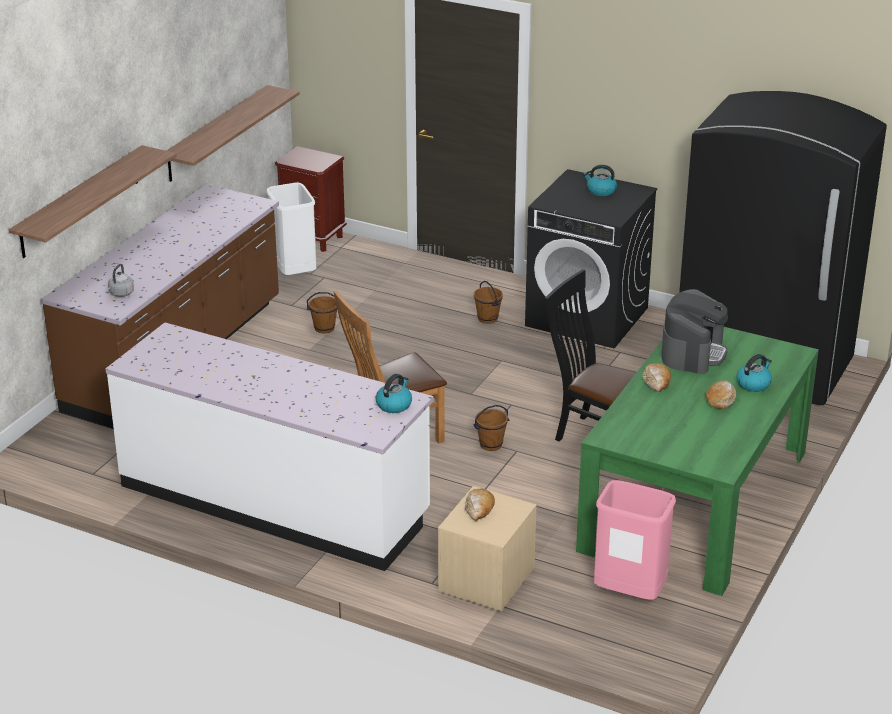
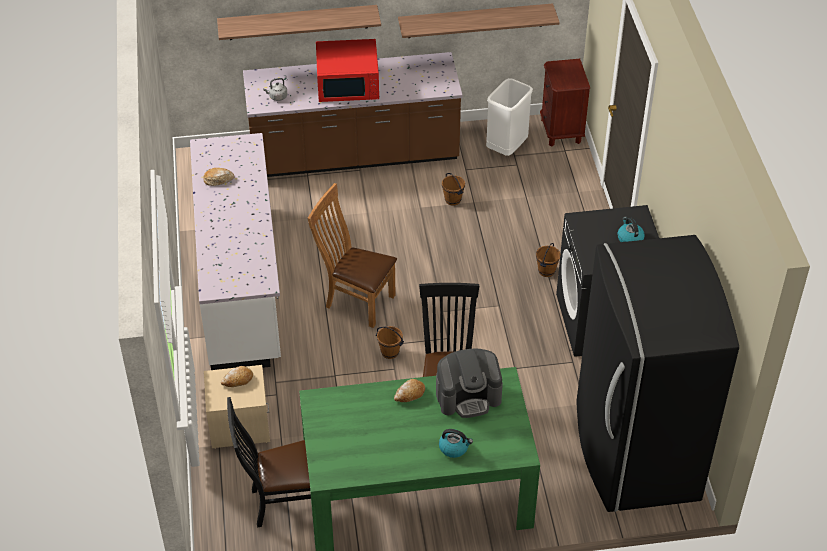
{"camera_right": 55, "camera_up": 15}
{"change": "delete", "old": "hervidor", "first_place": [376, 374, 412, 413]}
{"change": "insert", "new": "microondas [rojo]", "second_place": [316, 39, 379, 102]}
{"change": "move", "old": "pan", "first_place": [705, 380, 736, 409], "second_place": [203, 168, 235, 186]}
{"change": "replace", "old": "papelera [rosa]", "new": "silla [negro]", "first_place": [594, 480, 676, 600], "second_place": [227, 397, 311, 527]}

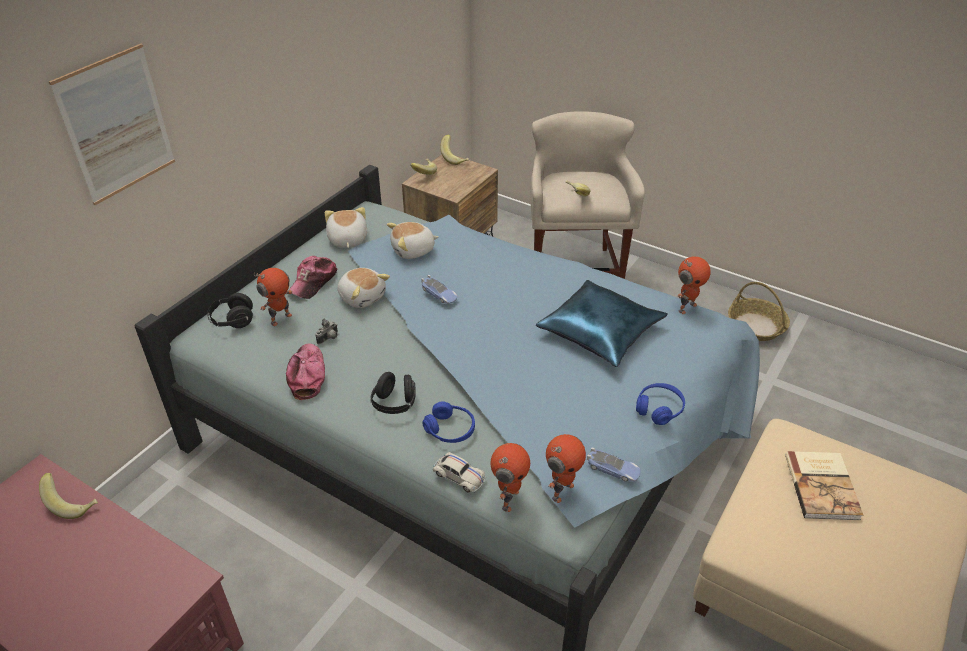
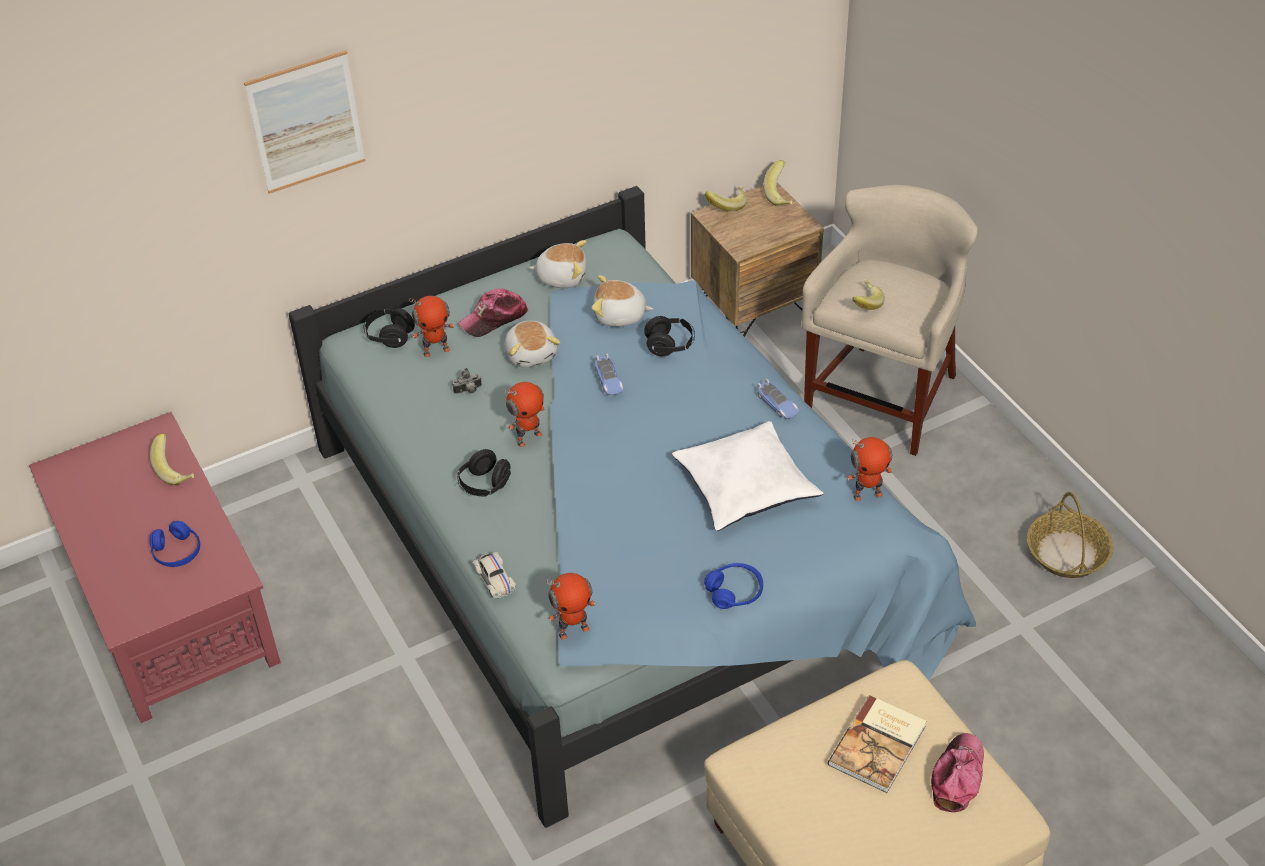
{"camera_right": 30, "camera_up": 5}
{"change": "insert", "new": "auriculares [negro]", "second_place": [644, 316, 695, 356]}
{"change": "move", "old": "gorra", "first_place": [286, 344, 325, 400], "second_place": [931, 733, 984, 812]}
{"change": "move", "old": "auriculares [azul]", "first_place": [422, 401, 475, 443], "second_place": [150, 521, 200, 567]}
{"change": "move", "old": "robot de juguete", "first_place": [490, 443, 530, 512], "second_place": [505, 382, 545, 447]}
{"change": "move", "old": "coche de juguete", "first_place": [587, 447, 640, 482], "second_place": [757, 379, 799, 419]}
{"change": "recolor", "old": "cojín [azul]", "new": "cojín [blanco]", "first_place": [536, 280, 668, 367], "second_place": [672, 421, 824, 531]}
{"change": "rotate", "old": "peluche", "first_place": [325, 207, 367, 248], "second_place": [529, 240, 587, 288], "degrees": 75}

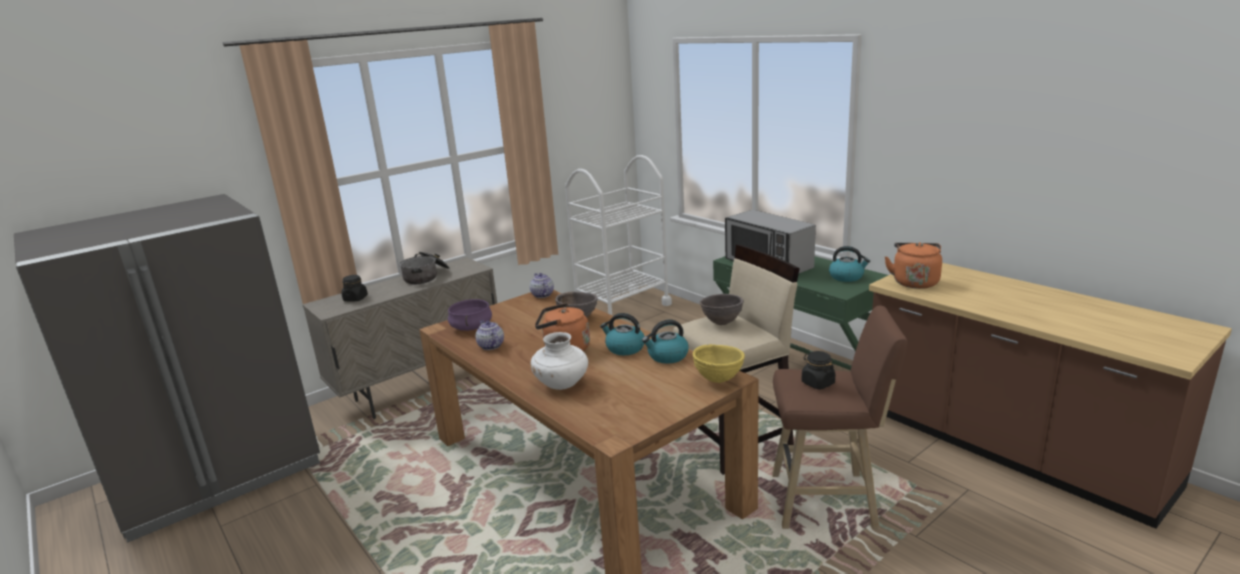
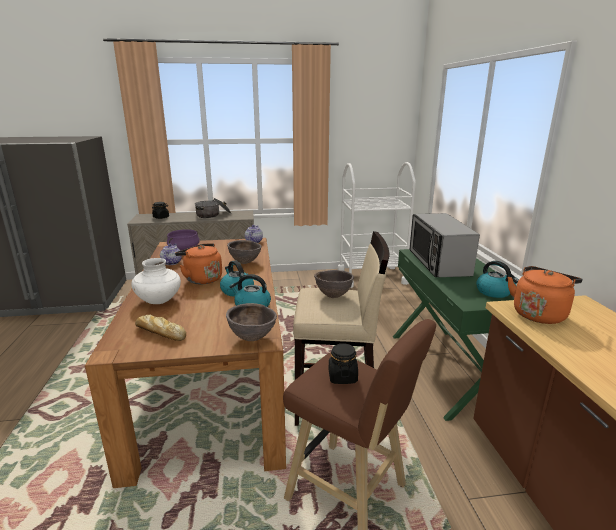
{"camera_right": 30, "camera_up": 0}
{"change": "insert", "new": "pan", "second_place": [135, 314, 186, 341]}
{"change": "recolor", "old": "cuenco [amarillo]", "new": "cuenco [marrón]", "first_place": [693, 344, 745, 383], "second_place": [226, 303, 277, 341]}

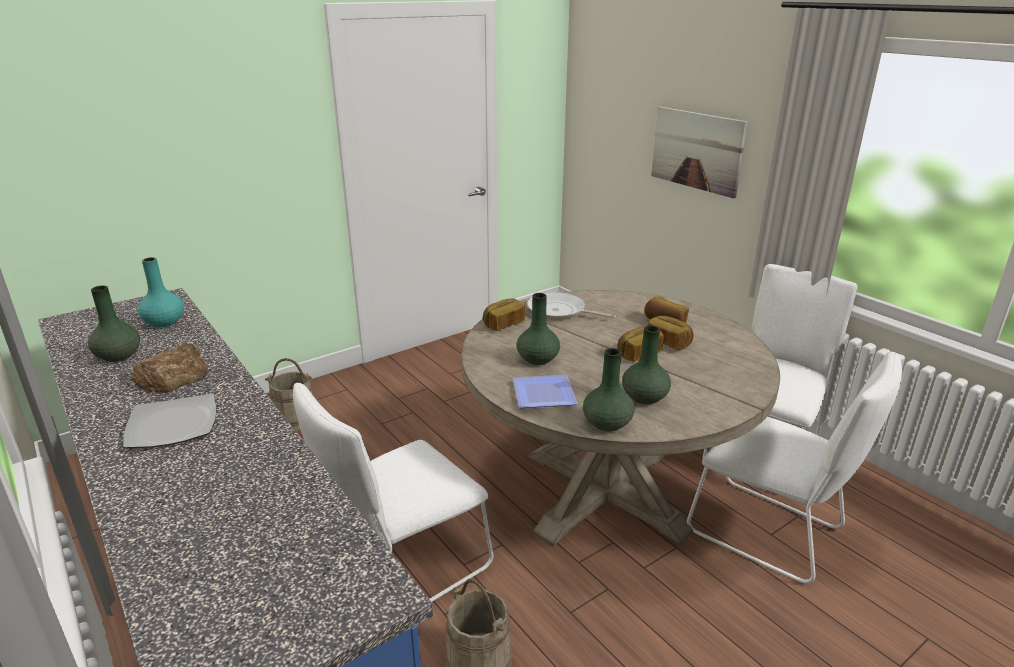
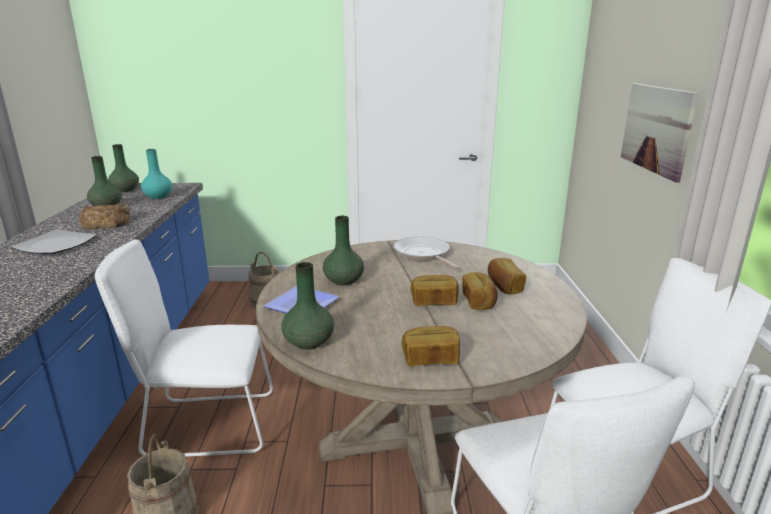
{"camera_right": 35, "camera_up": -5}
{"change": "move", "old": "pan", "first_place": [483, 298, 525, 331], "second_place": [402, 326, 460, 366]}
{"change": "move", "old": "florero [verde]", "first_place": [622, 326, 671, 404], "second_place": [108, 144, 139, 192]}

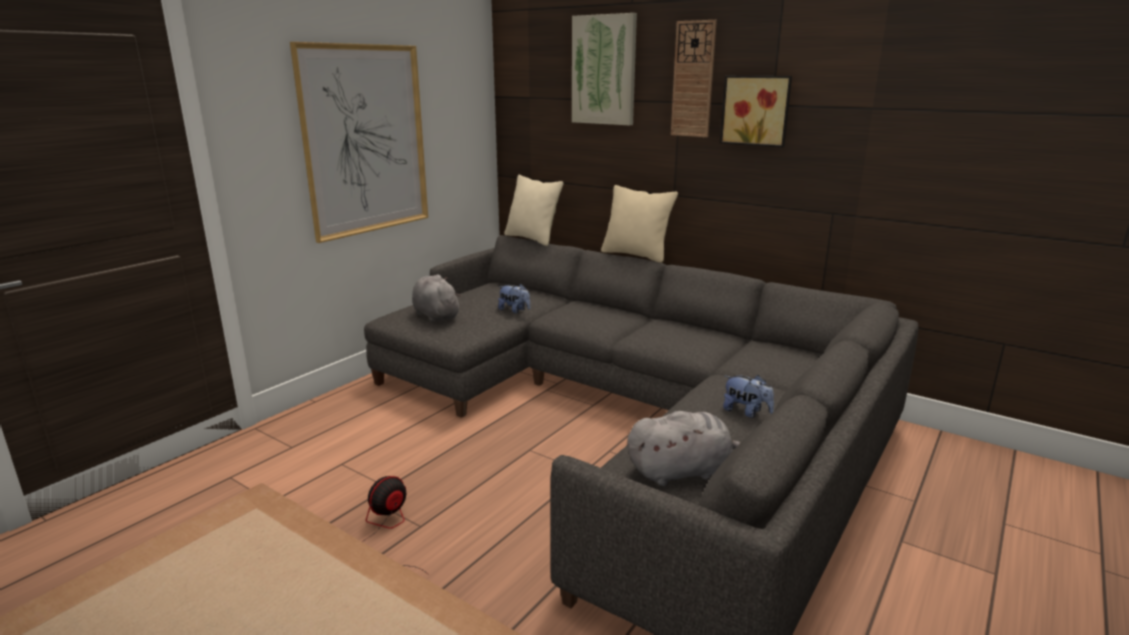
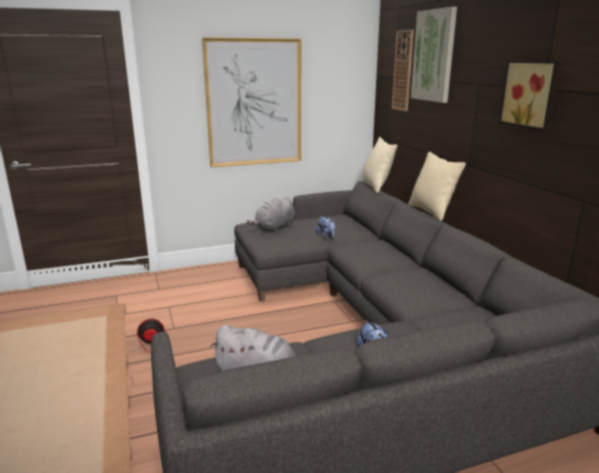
{"camera_right": 35, "camera_up": 0}
{"change": "move", "old": "reloj de pared", "first_place": [671, 20, 717, 137], "second_place": [392, 30, 414, 111]}
{"change": "rotate", "old": "peluche [gris]", "first_place": [412, 274, 462, 322], "second_place": [247, 197, 295, 232], "degrees": -135}

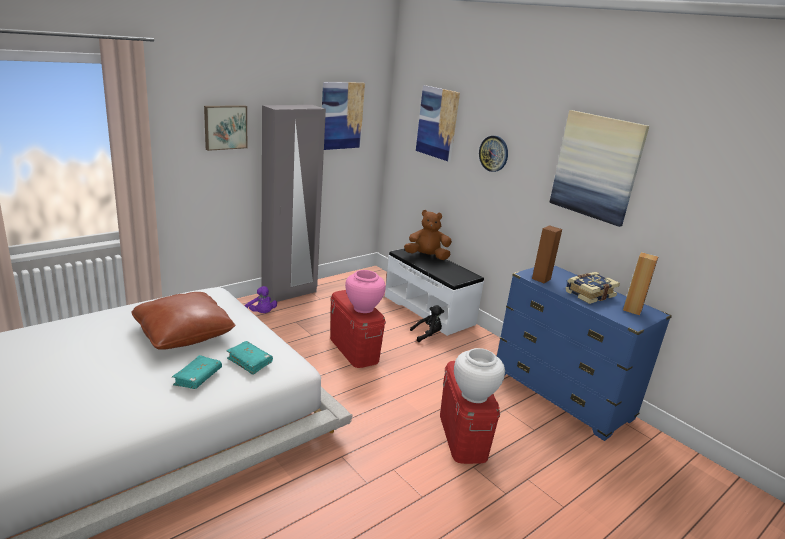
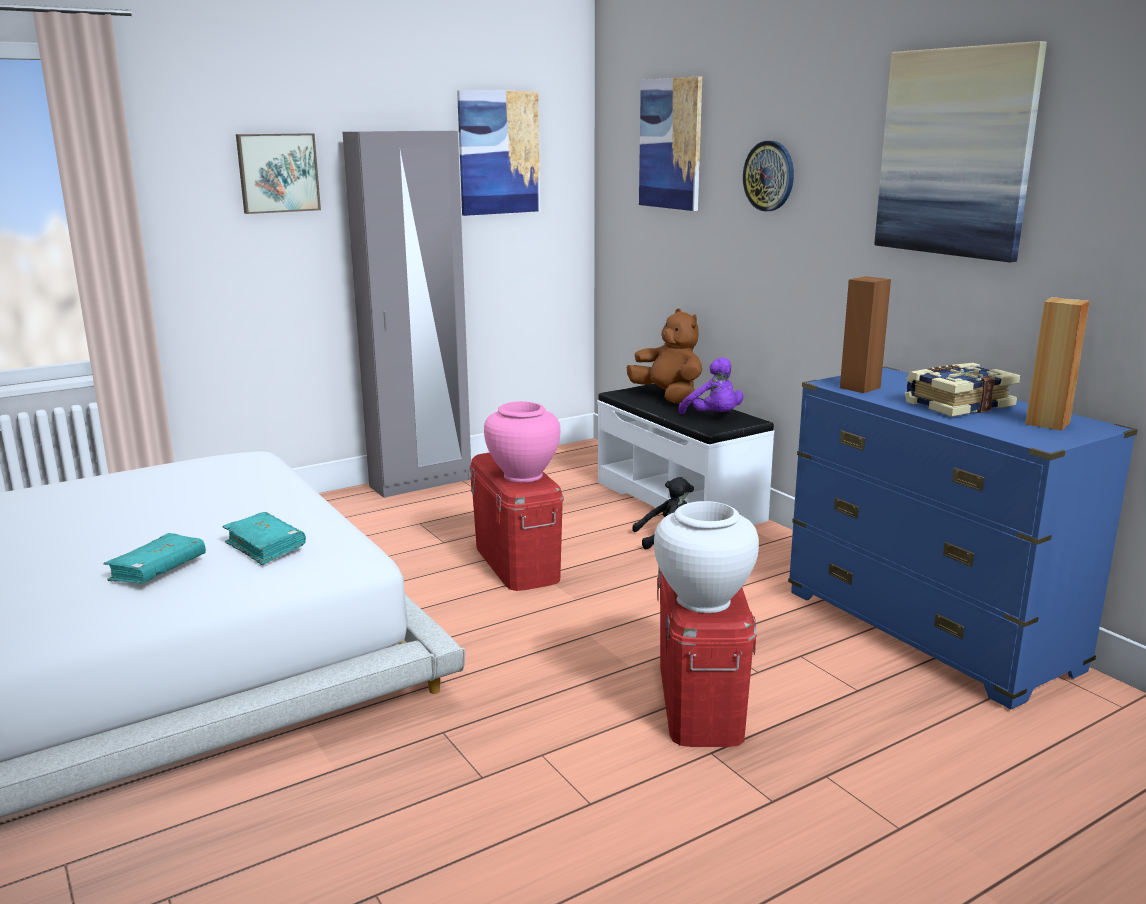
{"camera_right": 10, "camera_up": -5}
{"change": "delete", "old": "cojín [marrón]", "first_place": [132, 292, 236, 350]}
{"change": "move", "old": "peluche [morado]", "first_place": [244, 286, 277, 313], "second_place": [679, 357, 743, 414]}
{"change": "rotate", "old": "peluche [marrón]", "first_place": [404, 210, 452, 260], "second_place": [627, 309, 702, 404], "degrees": 45}

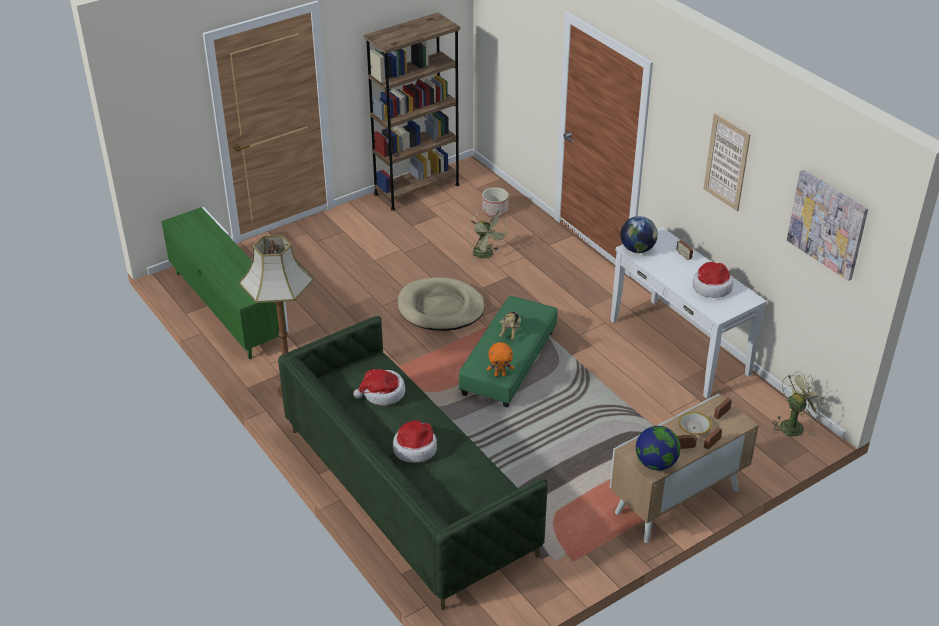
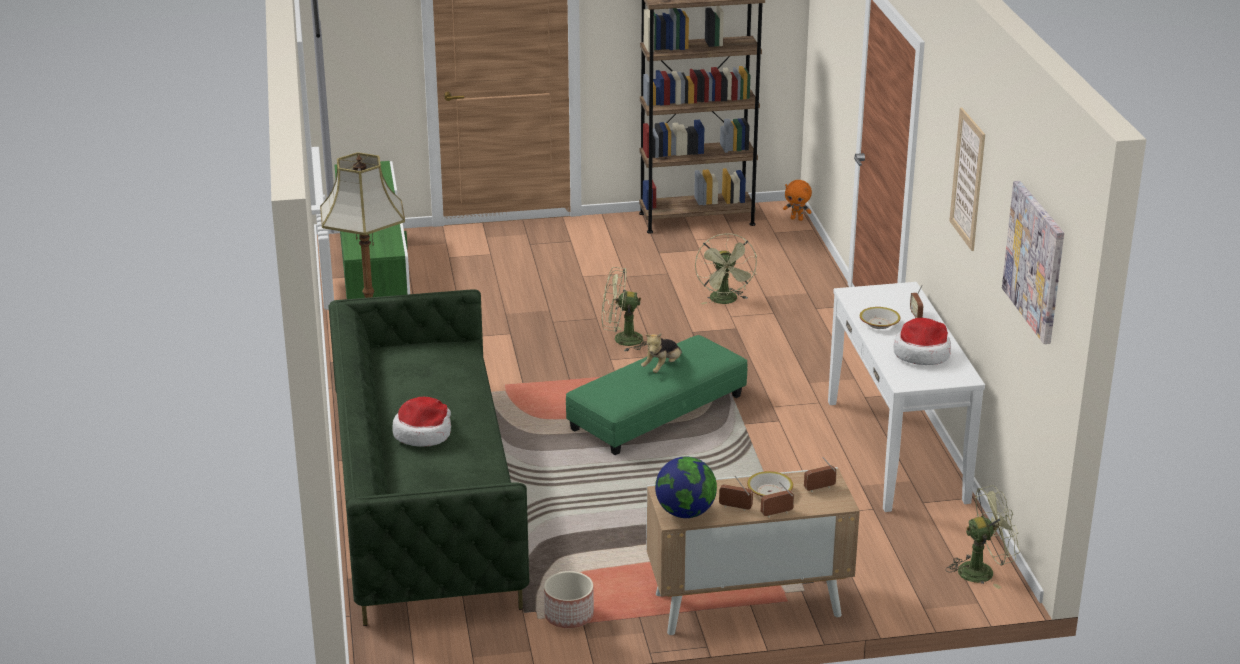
{"camera_right": 25, "camera_up": -10}
{"change": "delete", "old": "sombrero", "first_place": [353, 369, 405, 406]}
{"change": "delete", "old": "globo terráqueo", "first_place": [620, 216, 658, 253]}
{"change": "insert", "new": "cuenco", "second_place": [860, 307, 900, 329]}
{"change": "move", "old": "maceta", "first_place": [482, 188, 509, 217], "second_place": [544, 571, 594, 628]}
{"change": "move", "old": "peluche [naranja]", "first_place": [487, 342, 514, 377], "second_place": [783, 180, 812, 221]}
{"change": "replace", "old": "cama para perro [beis]", "new": "ventilador [verde]", "first_place": [398, 277, 485, 331], "second_place": [602, 267, 647, 351]}

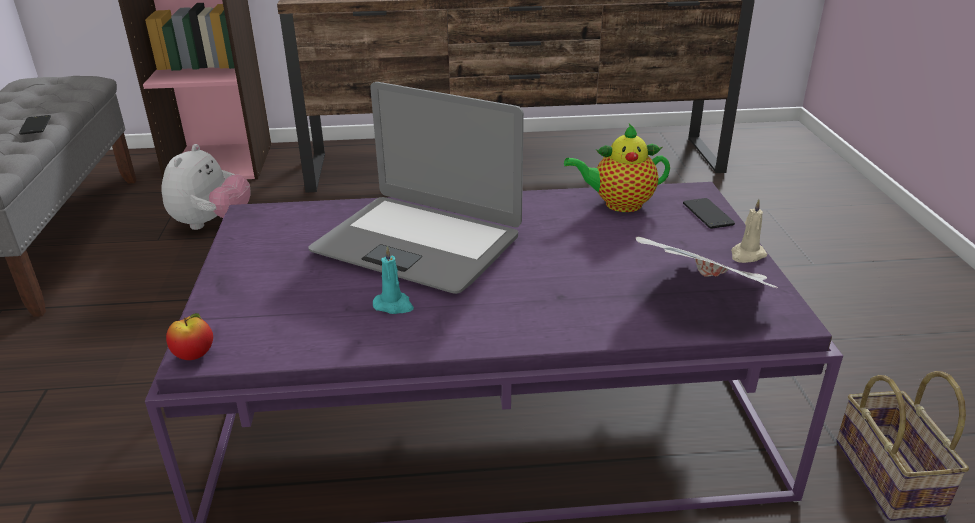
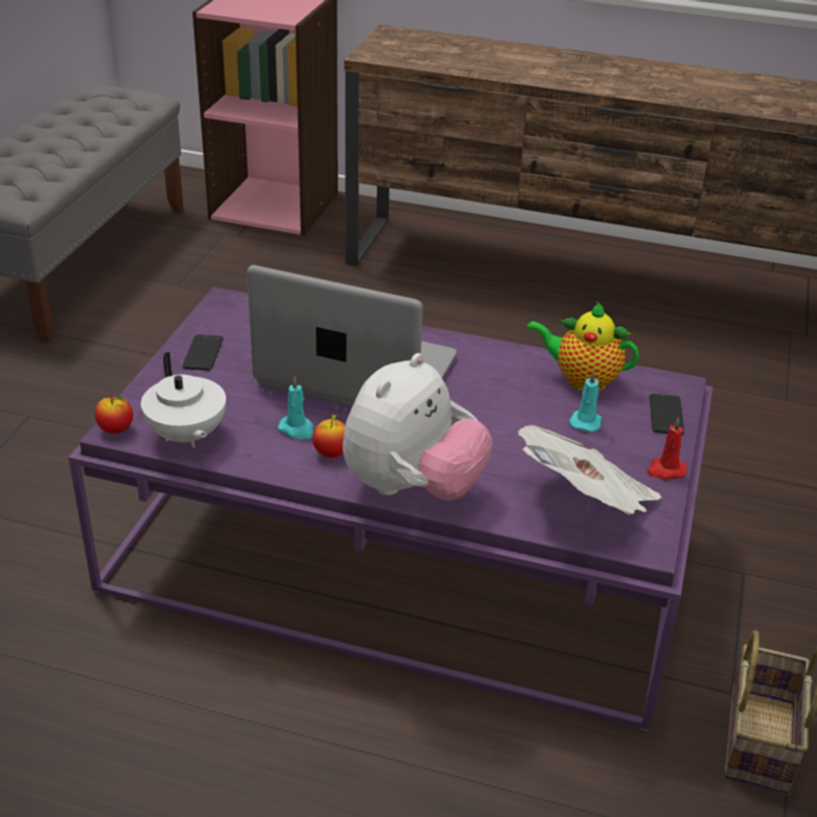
{"camera_right": 20, "camera_up": 5}
{"change": "insert", "new": "tetera [blanco]", "second_place": [141, 352, 226, 448]}
{"change": "insert", "new": "manzana", "second_place": [312, 413, 345, 458]}
{"change": "insert", "new": "vela [turquesa]", "second_place": [569, 371, 602, 432]}
{"change": "move", "old": "móvil", "first_place": [19, 115, 51, 135], "second_place": [182, 334, 223, 371]}
{"change": "move", "old": "peluche", "first_place": [162, 144, 250, 230], "second_place": [343, 353, 492, 500]}
{"change": "recolor", "old": "vela [beis]", "new": "vela [rojo]", "first_place": [731, 199, 767, 263], "second_place": [646, 417, 687, 480]}
{"change": "rotate", "old": "portátil", "first_place": [308, 82, 524, 294], "second_place": [247, 265, 457, 407], "degrees": 150}

